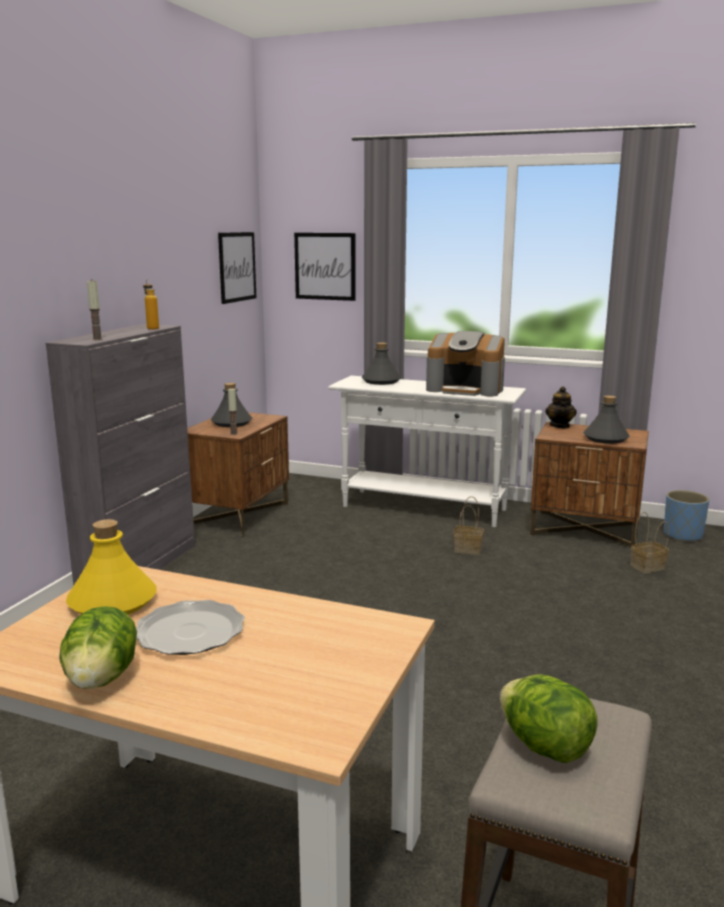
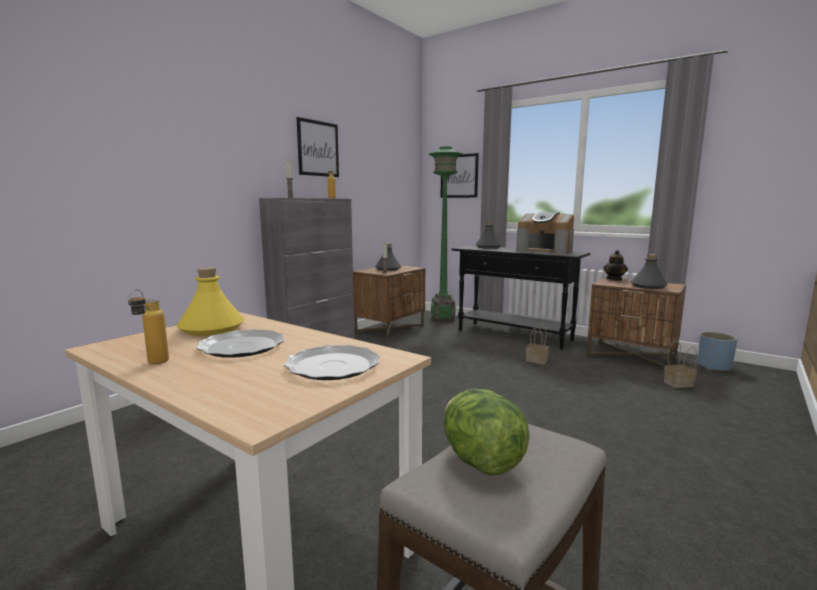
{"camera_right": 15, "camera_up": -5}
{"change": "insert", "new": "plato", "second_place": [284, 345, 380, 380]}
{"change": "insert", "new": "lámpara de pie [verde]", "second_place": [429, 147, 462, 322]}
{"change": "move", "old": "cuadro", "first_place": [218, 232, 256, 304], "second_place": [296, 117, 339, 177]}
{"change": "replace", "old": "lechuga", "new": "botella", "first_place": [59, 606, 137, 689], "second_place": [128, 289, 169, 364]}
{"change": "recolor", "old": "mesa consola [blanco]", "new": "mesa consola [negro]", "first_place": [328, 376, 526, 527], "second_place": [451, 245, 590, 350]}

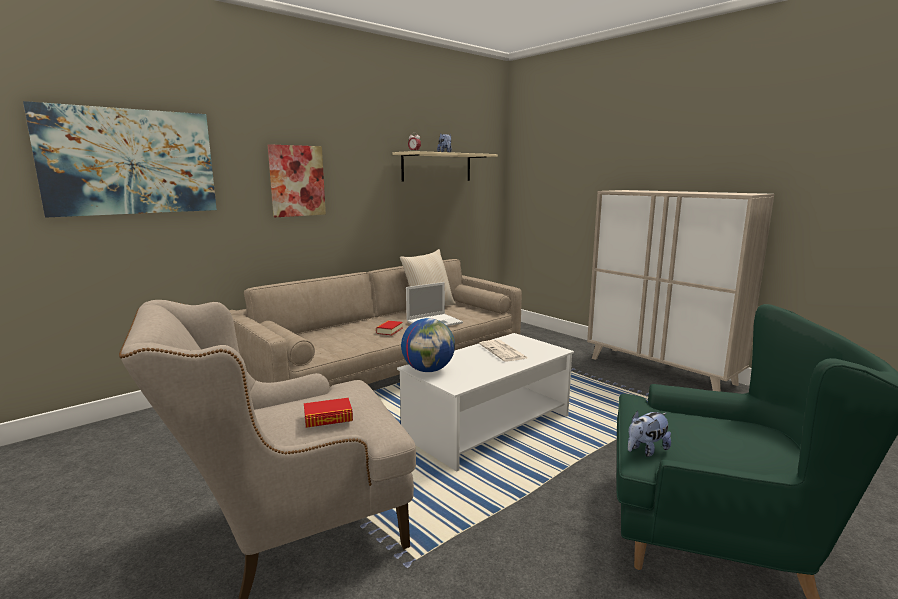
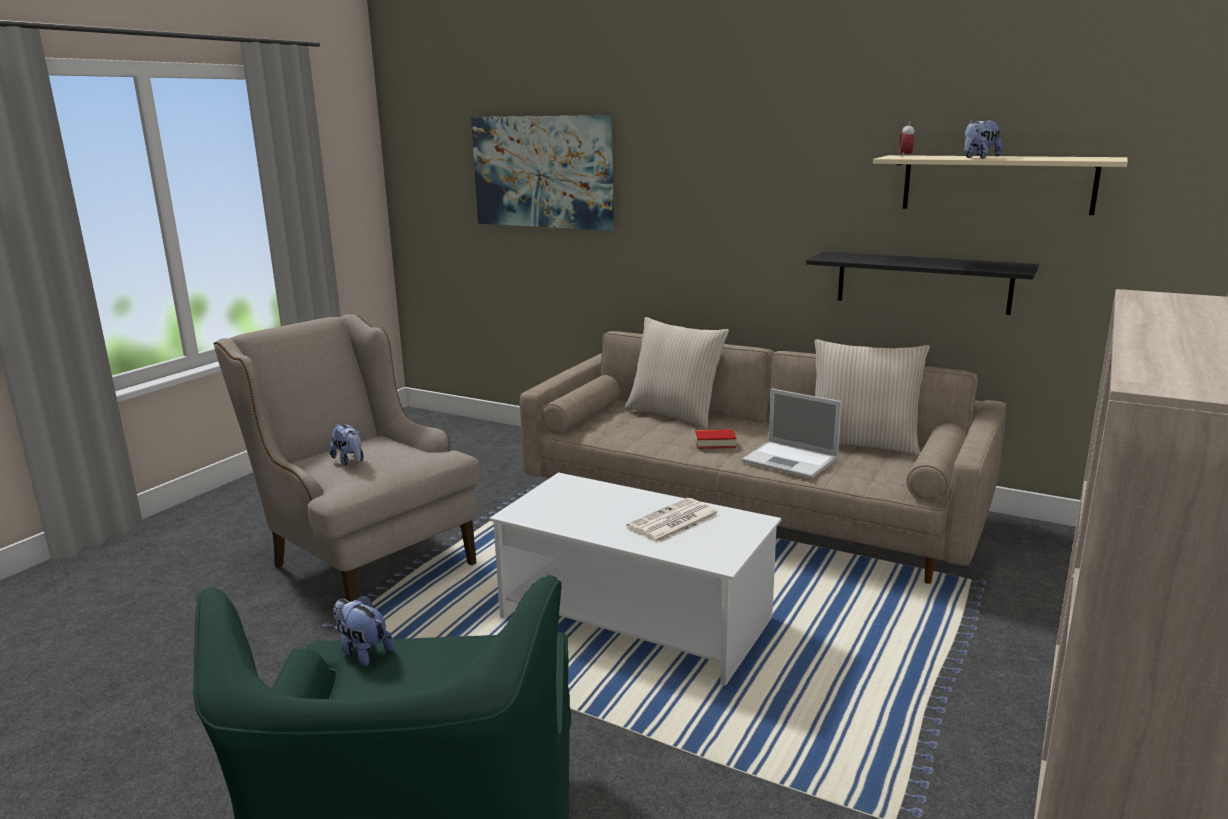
{"camera_right": 70, "camera_up": 5}
{"change": "delete", "old": "cuadro", "first_place": [268, 144, 326, 217]}
{"change": "delete", "old": "globo terráqueo", "first_place": [401, 318, 455, 372]}
{"change": "insert", "new": "cojín [beis]", "second_place": [625, 317, 729, 429]}
{"change": "insert", "new": "estante [negro]", "second_place": [806, 251, 1039, 315]}
{"change": "replace", "old": "libro", "new": "peluche", "first_place": [304, 398, 353, 428], "second_place": [329, 424, 363, 466]}

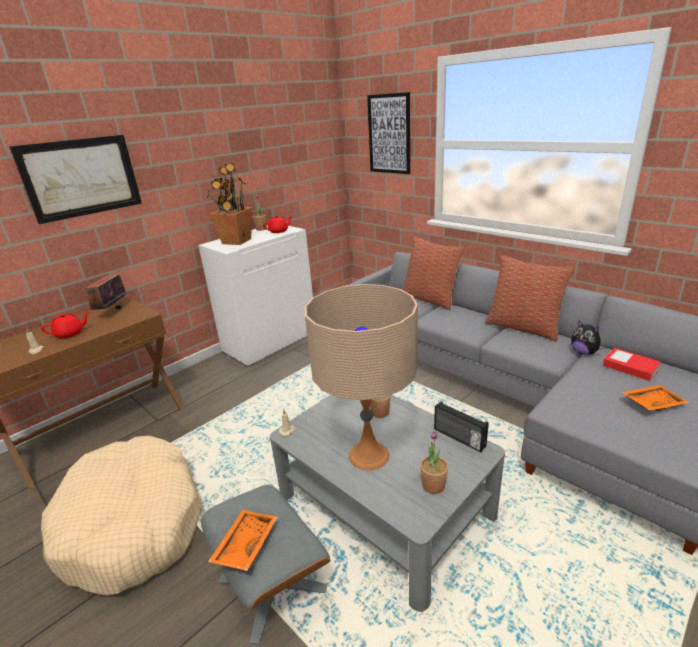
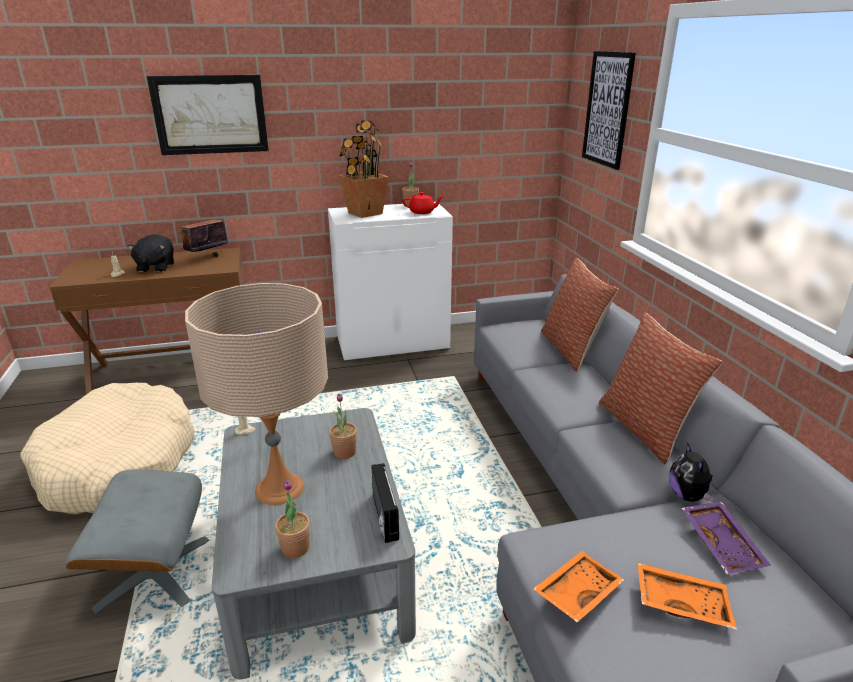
{"camera_right": 30, "camera_up": 0}
{"change": "move", "old": "bandeja [naranja]", "first_place": [208, 510, 277, 571], "second_place": [533, 551, 624, 622]}
{"change": "replace", "old": "tetera [rojo]", "new": "peluche [negro]", "first_place": [41, 312, 90, 338], "second_place": [127, 234, 174, 272]}
{"change": "replace", "old": "libro", "new": "bandeja [morado]", "first_place": [603, 348, 661, 381], "second_place": [682, 501, 771, 574]}

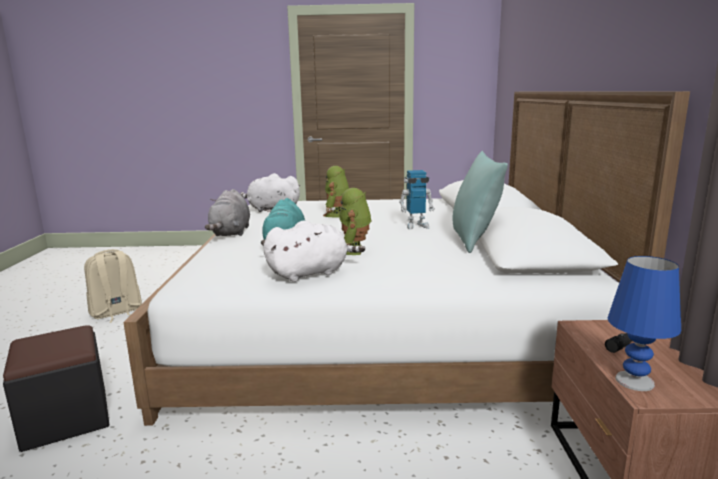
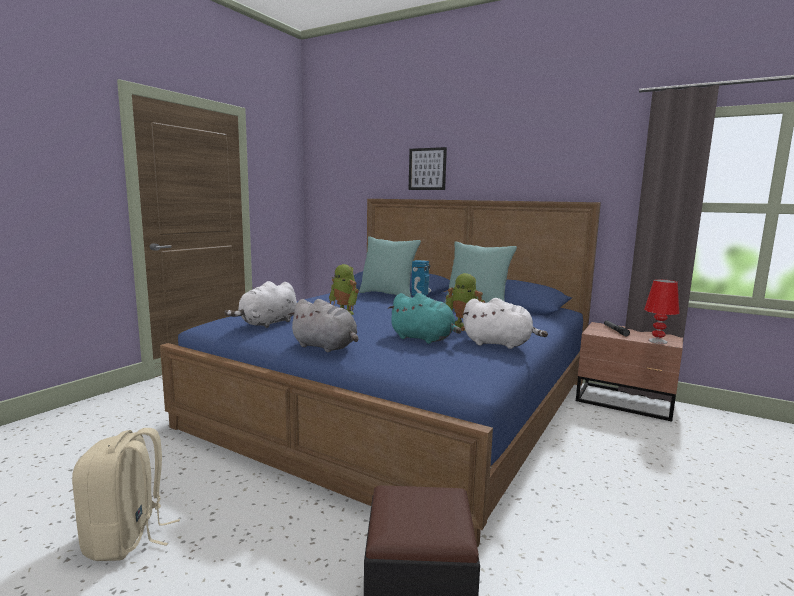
{"camera_right": -60, "camera_up": -5}
{"change": "insert", "new": "cojín [turquesa]", "second_place": [359, 236, 421, 298]}
{"change": "insert", "new": "cuadro", "second_place": [409, 147, 447, 190]}
{"change": "recolor", "old": "cama [blanco]", "new": "cama [azul]", "first_place": [123, 91, 690, 426], "second_place": [160, 199, 601, 548]}
{"change": "recolor", "old": "lámpara de mesa [azul]", "new": "lámpara de mesa [rojo]", "first_place": [608, 256, 681, 391], "second_place": [644, 279, 679, 344]}
{"change": "rotate", "old": "peluche [blanco]", "first_place": [263, 221, 365, 282], "second_place": [463, 298, 548, 349], "degrees": 105}

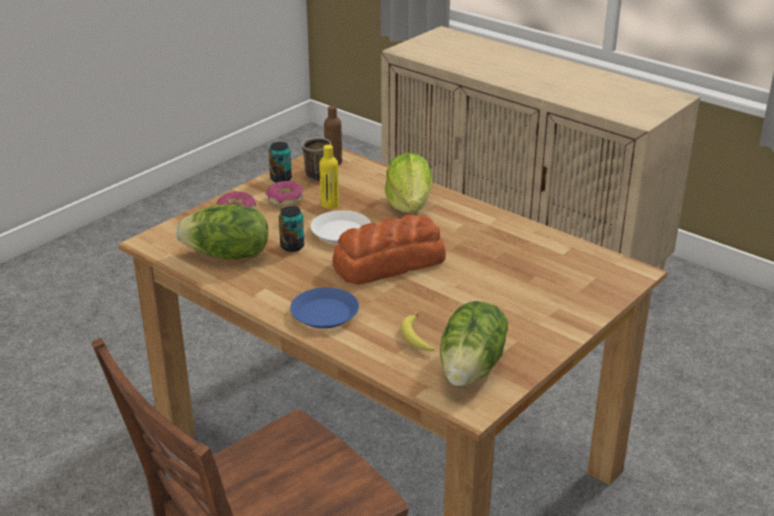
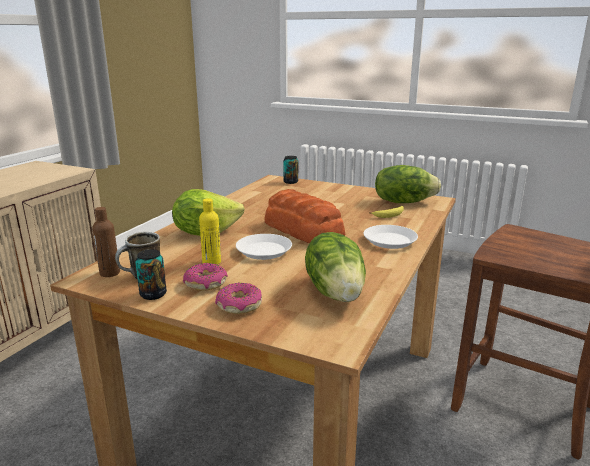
{"camera_right": -105, "camera_up": -10}
{"change": "move", "old": "lata", "first_place": [279, 206, 304, 252], "second_place": [283, 156, 298, 184]}
{"change": "recolor", "old": "plato [azul]", "new": "plato [blanco]", "first_place": [290, 287, 359, 329], "second_place": [363, 225, 418, 249]}

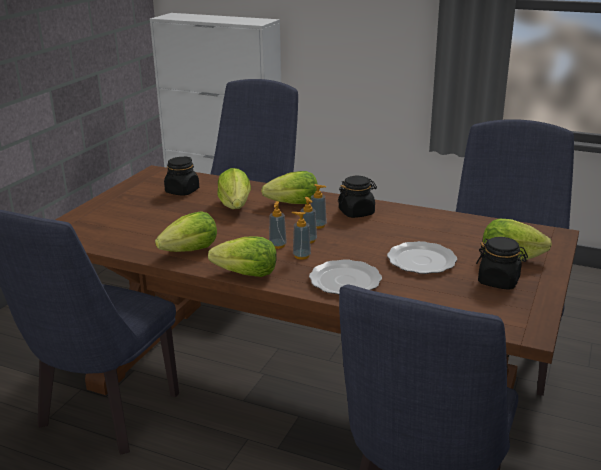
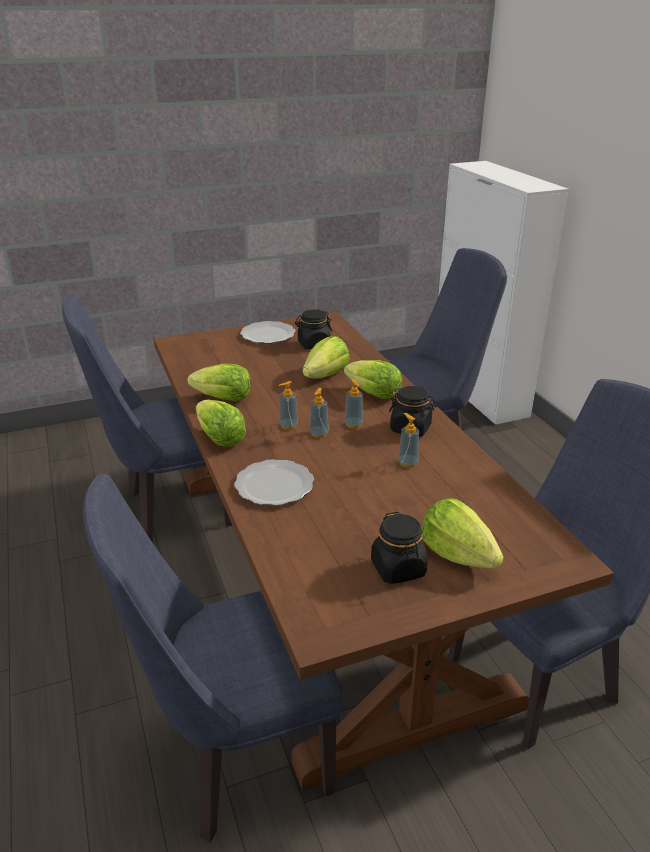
{"camera_right": 45, "camera_up": 5}
{"change": "move", "old": "dispensador de jabón", "first_place": [292, 212, 311, 260], "second_place": [398, 413, 419, 468]}
{"change": "move", "old": "plato", "first_place": [387, 241, 457, 274], "second_place": [240, 321, 296, 344]}

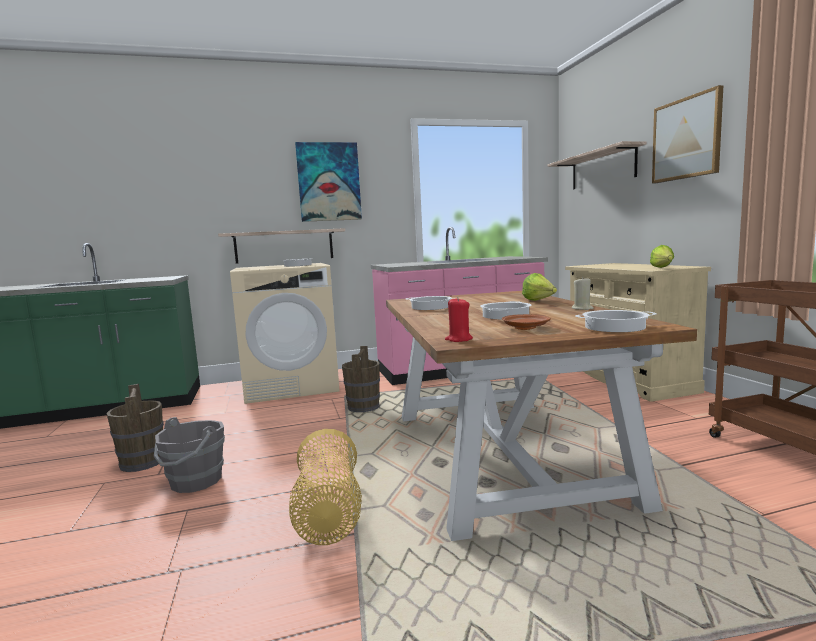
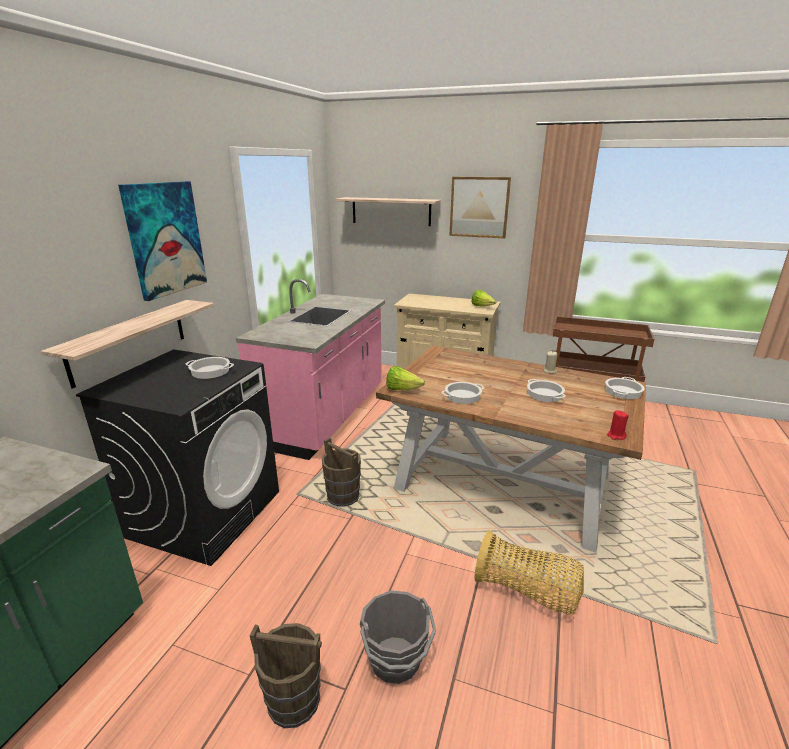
{"camera_right": -55, "camera_up": 15}
{"change": "delete", "old": "plato [marrón]", "first_place": [502, 314, 551, 330]}
{"change": "move", "old": "lechuga", "first_place": [522, 273, 557, 301], "second_place": [386, 366, 425, 390]}
{"change": "recolor", "old": "lavadora [beis]", "new": "lavadora [negro]", "first_place": [230, 263, 340, 404], "second_place": [76, 349, 279, 566]}

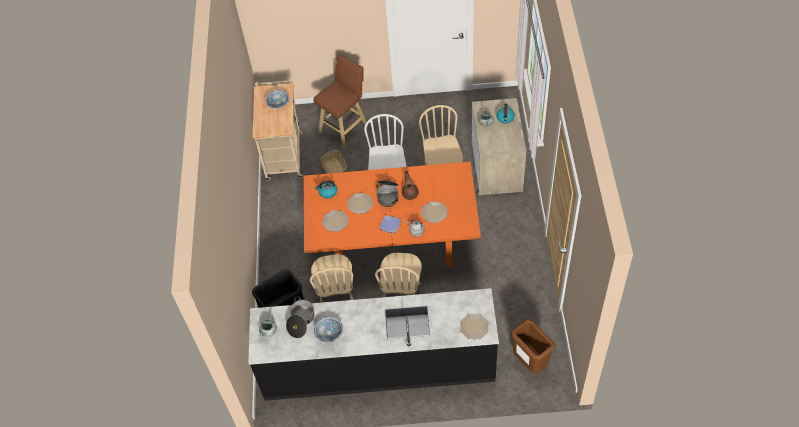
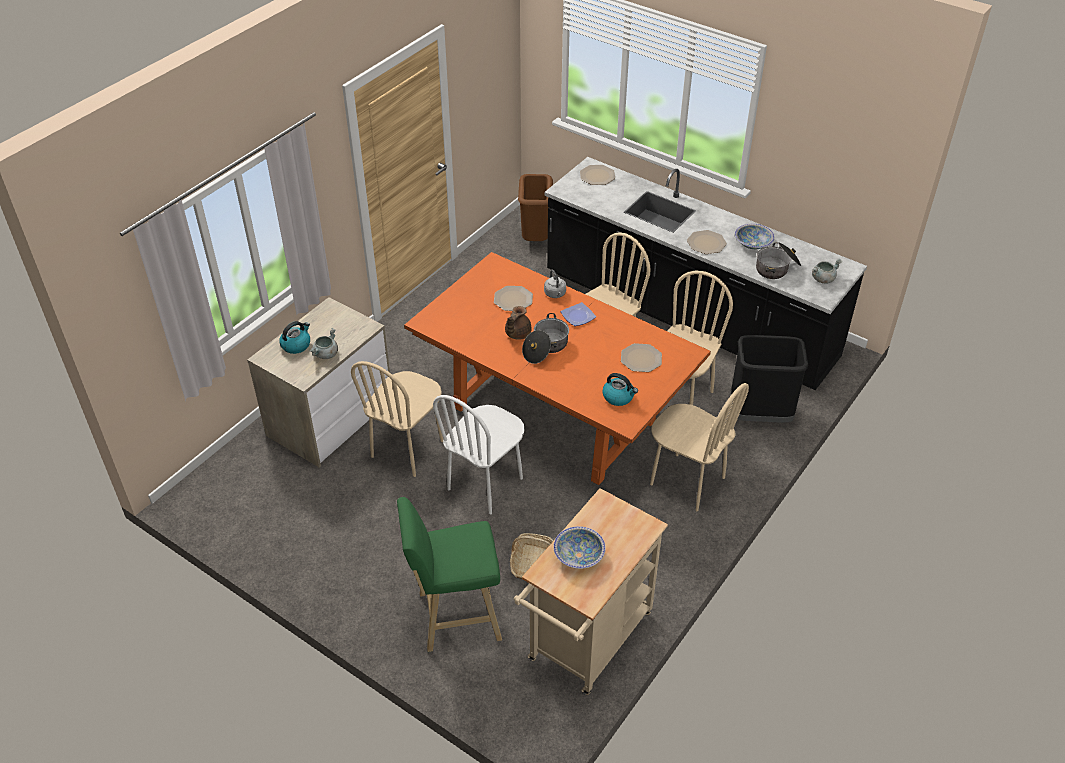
{"camera_right": -145, "camera_up": -10}
{"change": "insert", "new": "silla [beis]", "second_place": [650, 383, 749, 511]}
{"change": "move", "old": "plato", "first_place": [347, 193, 373, 214], "second_place": [687, 230, 727, 254]}
{"change": "recolor", "old": "taburete [marrón]", "new": "taburete [verde]", "first_place": [313, 54, 369, 149], "second_place": [397, 497, 502, 652]}

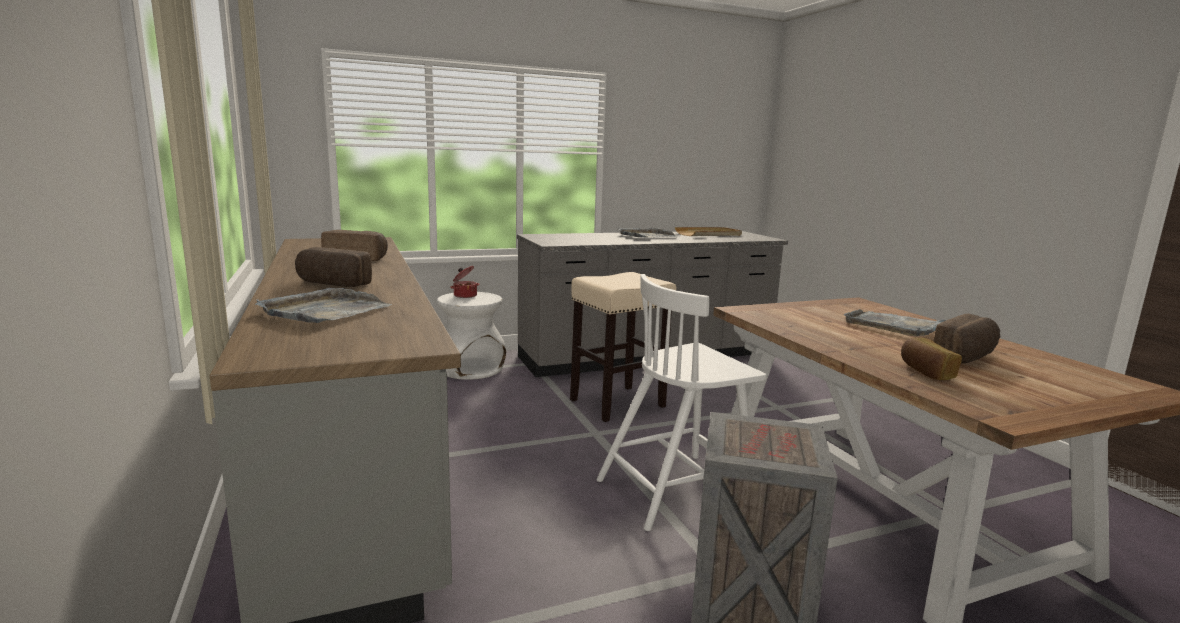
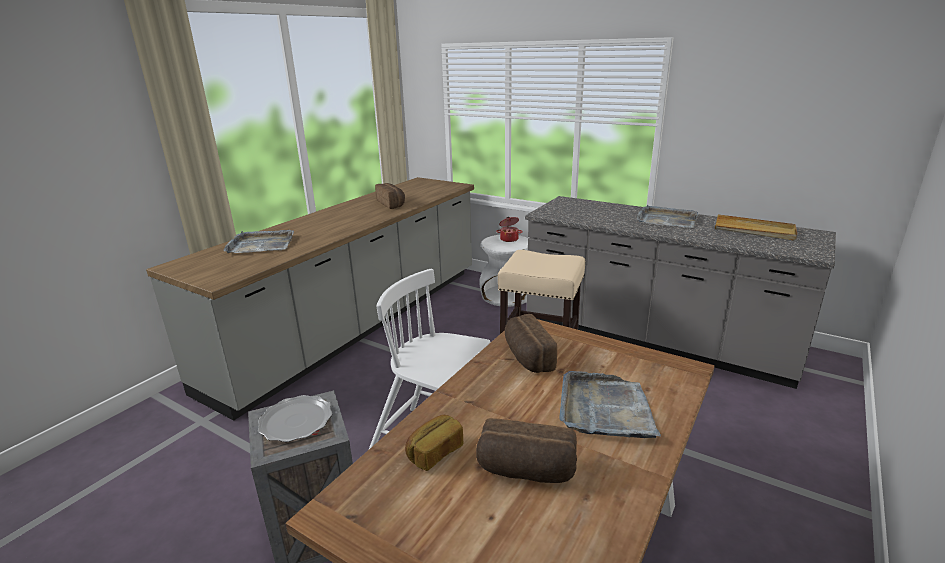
{"camera_right": 55, "camera_up": 10}
{"change": "insert", "new": "plato", "second_place": [258, 395, 332, 442]}
{"change": "move", "old": "pan", "first_place": [295, 247, 372, 287], "second_place": [505, 314, 557, 373]}

